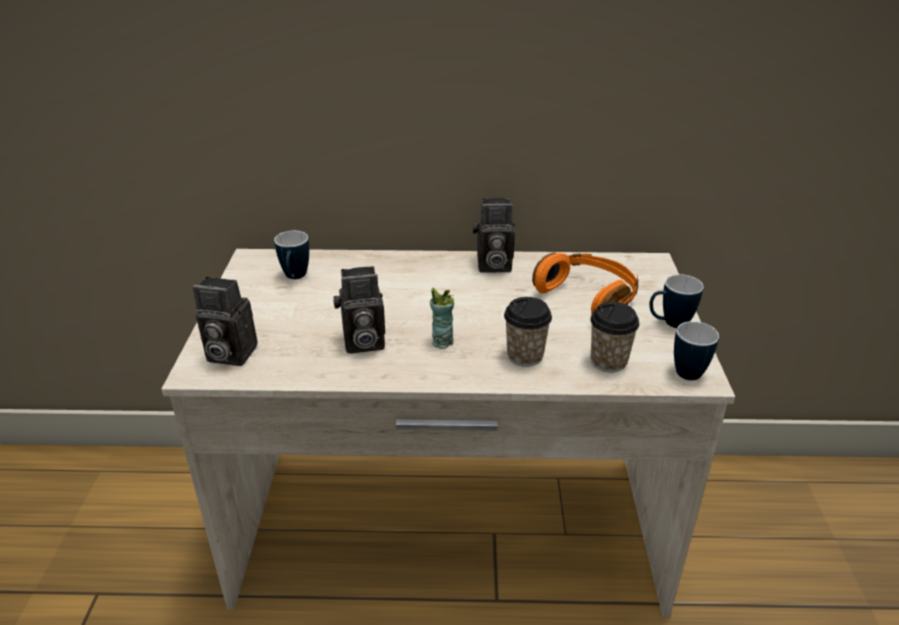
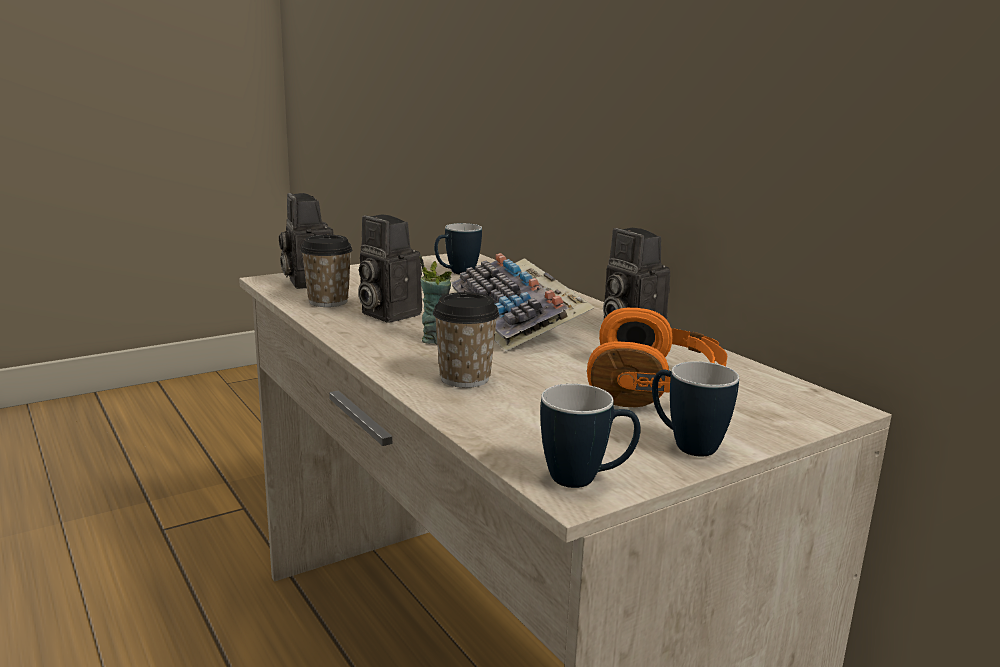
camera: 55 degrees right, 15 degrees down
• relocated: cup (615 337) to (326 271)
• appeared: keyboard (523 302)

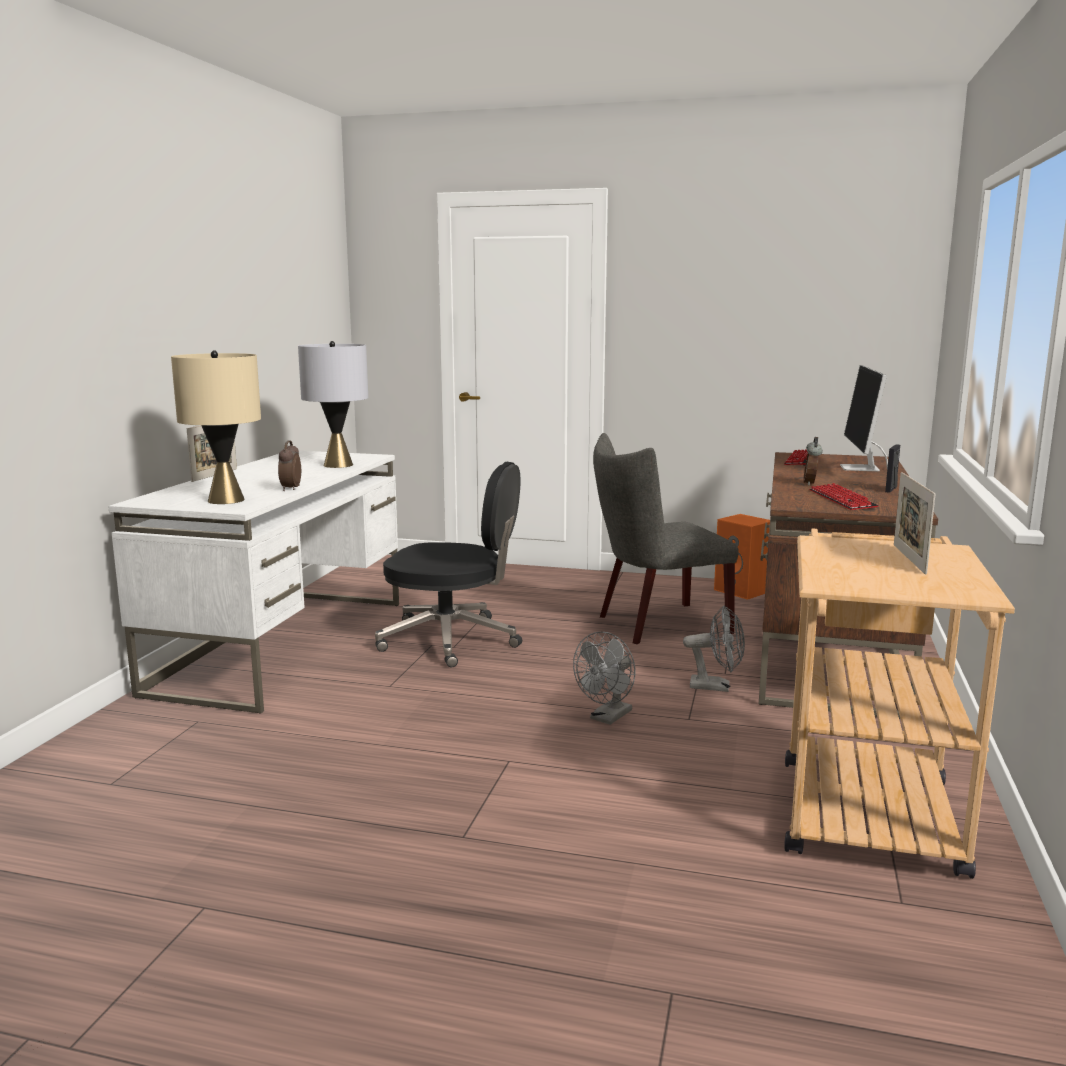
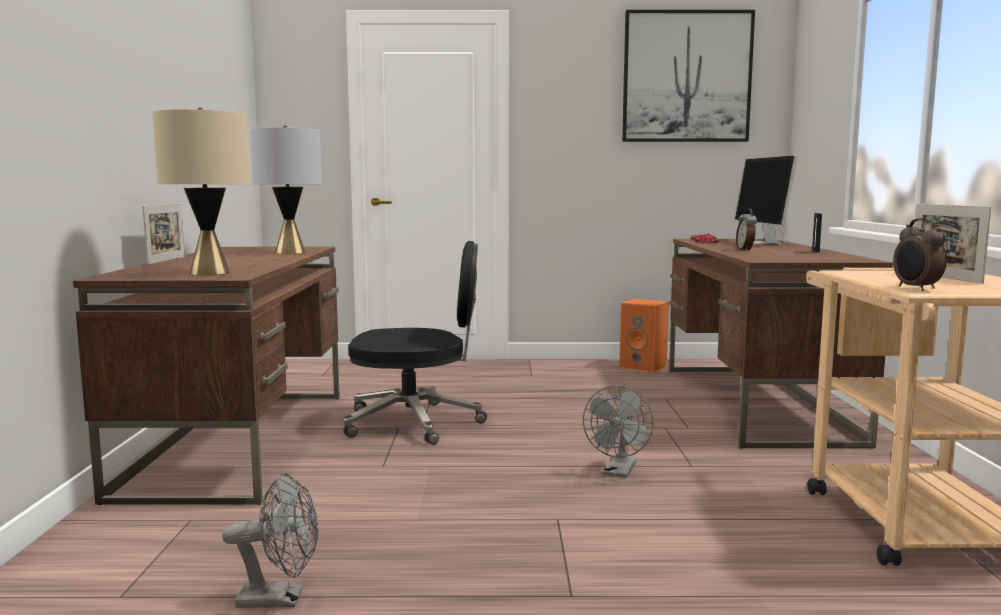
camera: 15 degrees left, 5 degrees down
• colour: white desk (253 582) to brown desk (206 376)
• relocated: alarm clock (289 465) to (920 254)
• missing: grey chair (666 538)
• relocated: grey fan (714 648) to (270 540)
• missing: keyboard (844 496)
• appeared: picture (688 76)

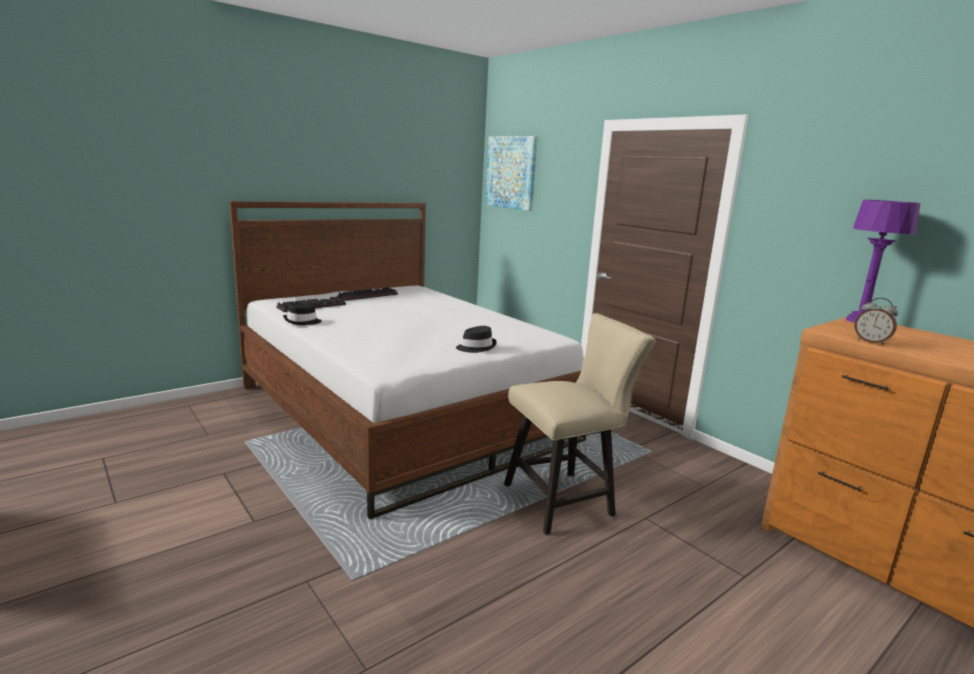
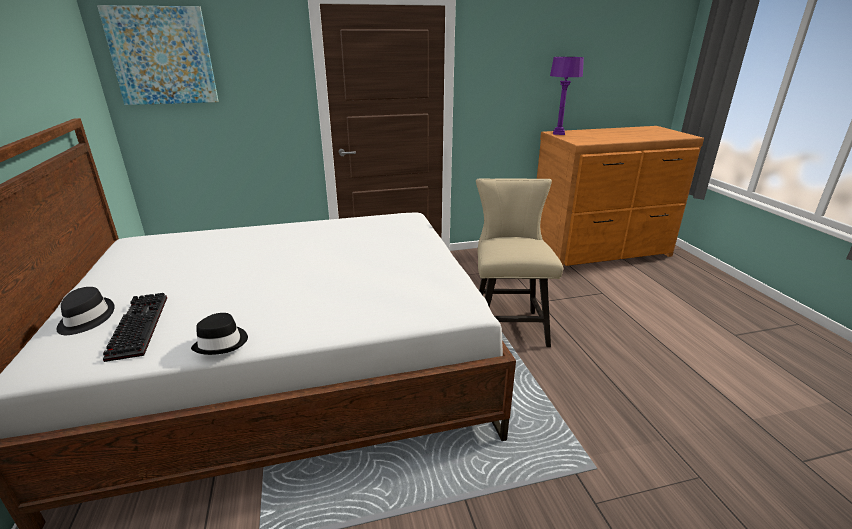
camera: 65 degrees left, 10 degrees up
• missing: keyboard (367 294)
• relocated: black hat (476 339) to (86 311)
• missing: alarm clock (876 321)

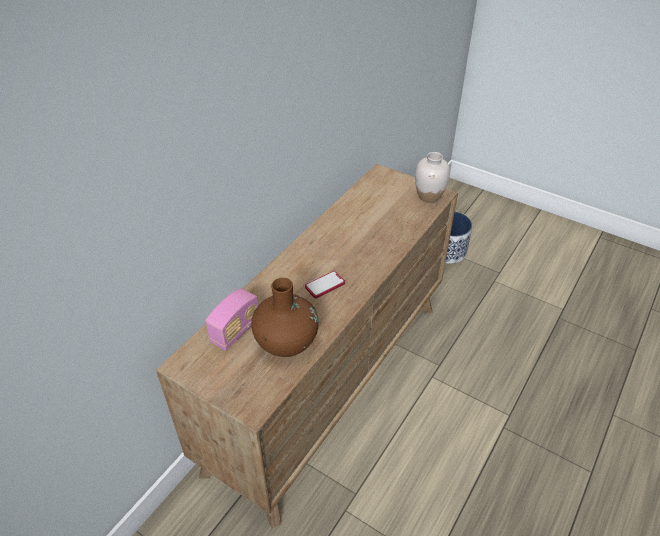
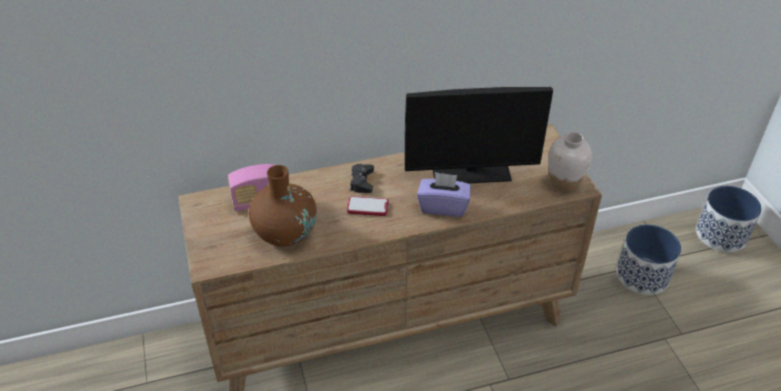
camera: 40 degrees right, 0 degrees up
• appeared: black game controller (362 178)
• appeared: monitor (479 135)
• appeared: purple tissue box (444 194)
• appeared: planter (729 219)

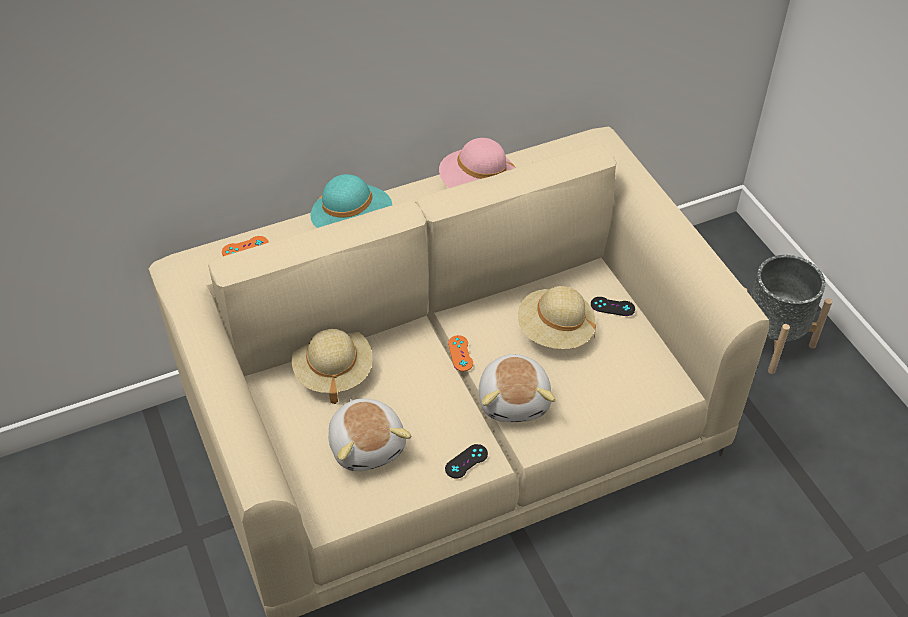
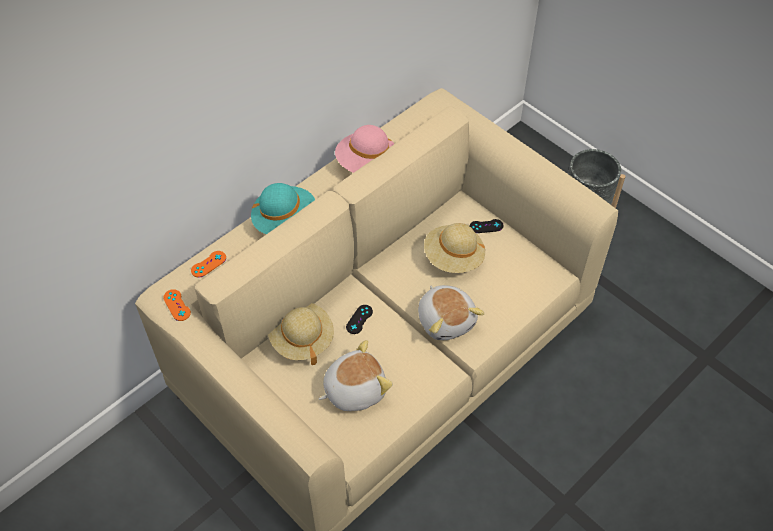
camera: 20 degrees left, 5 degrees up
• spun: plush toy (369 435) = (356 375) 75 degrees counterclockwise
• relocated: black game controller (466 461) to (359 319)
• relocated: orange game controller (460 353) to (177 305)

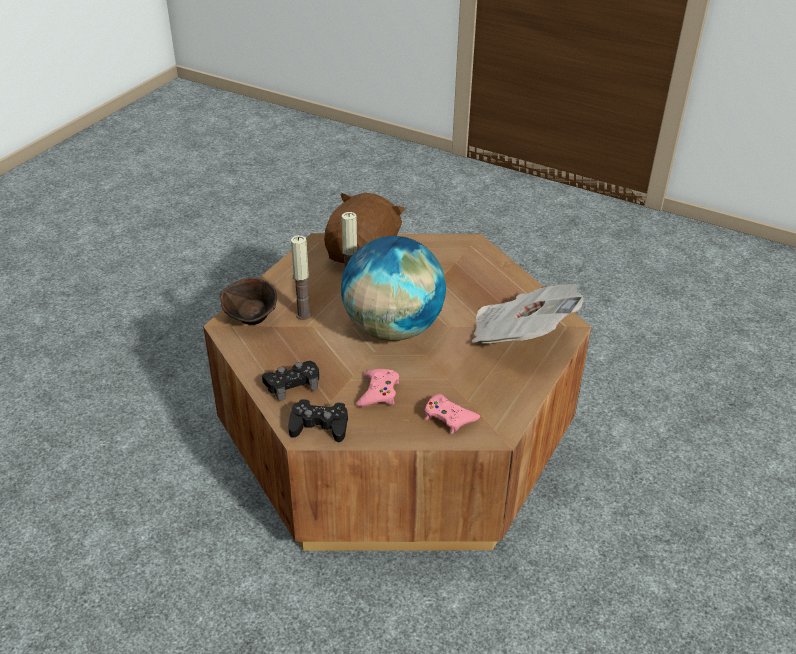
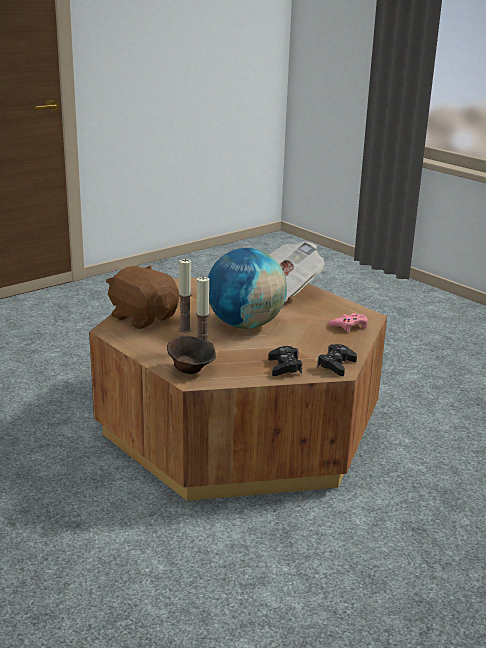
camera: 70 degrees left, 15 degrees down
• missing: pink game controller (377 388)

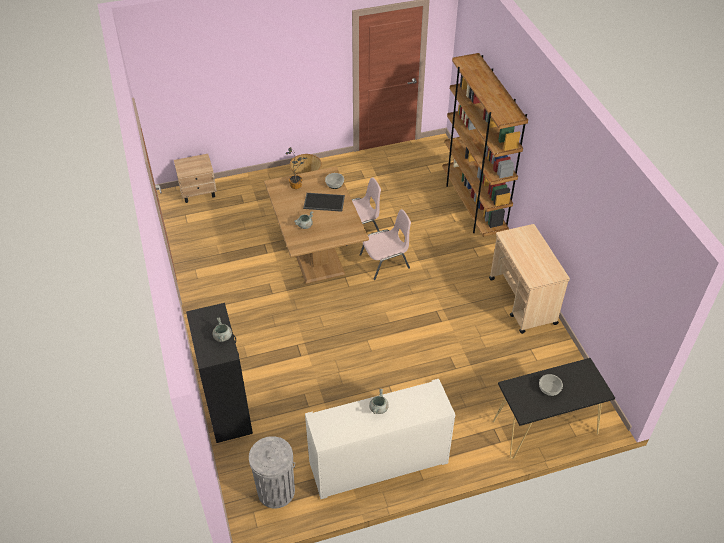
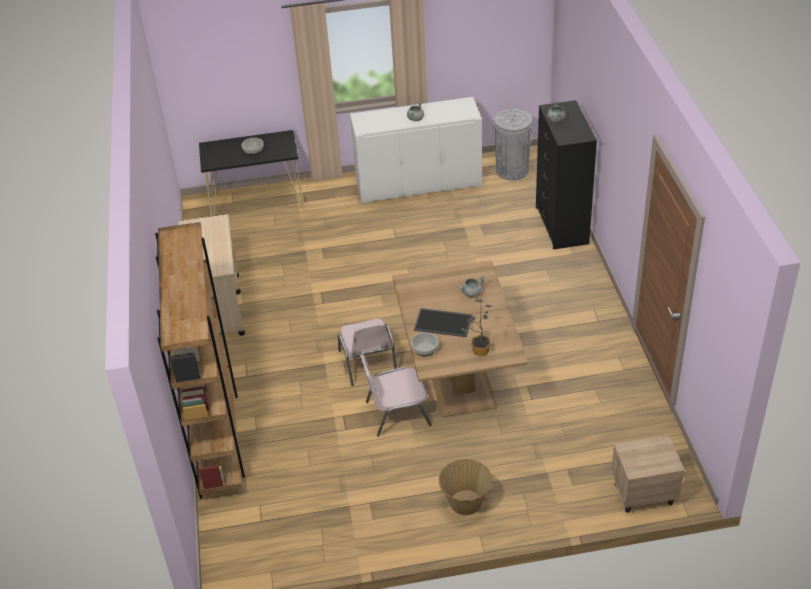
camera: 170 degrees left, 5 degrees down
• spun: pink chair (385 244) = (367 352) 90 degrees counterclockwise

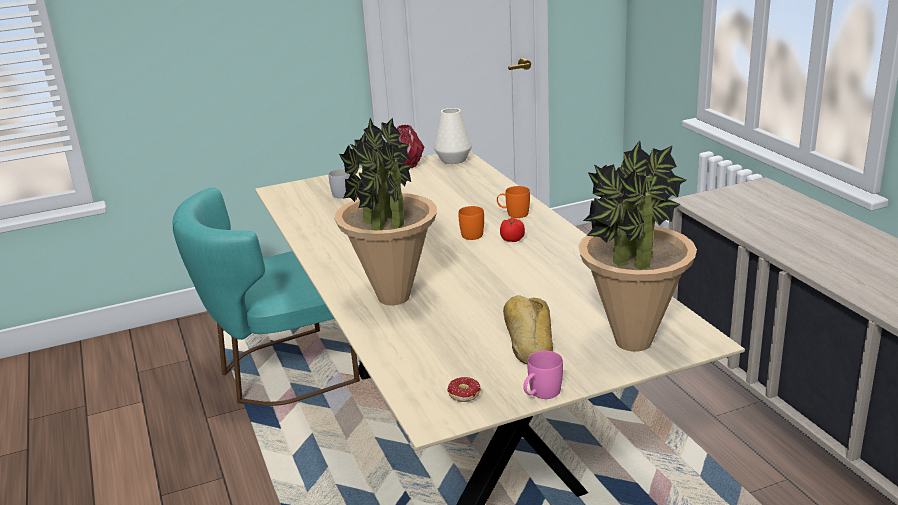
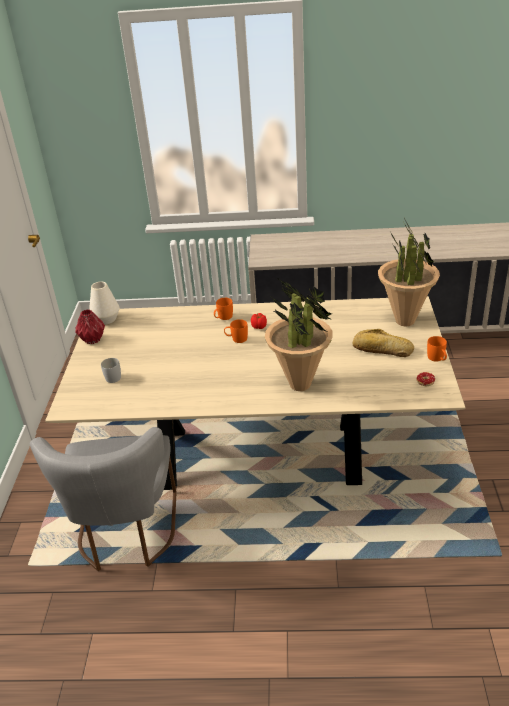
camera: 65 degrees left, 10 degrees up
• colour: turquoise chair (266 297) to grey chair (103 499)
• colour: pink mug (543 375) to orange mug (437 349)

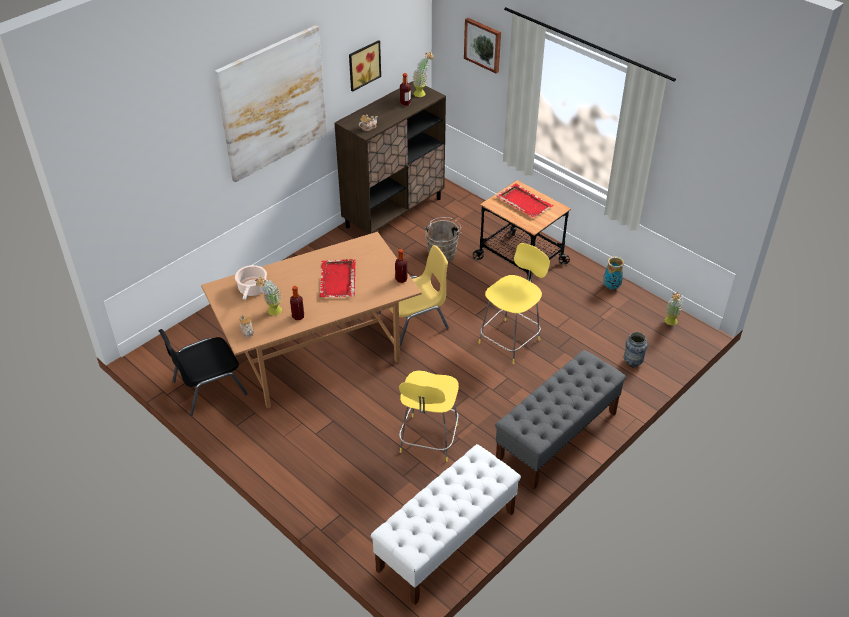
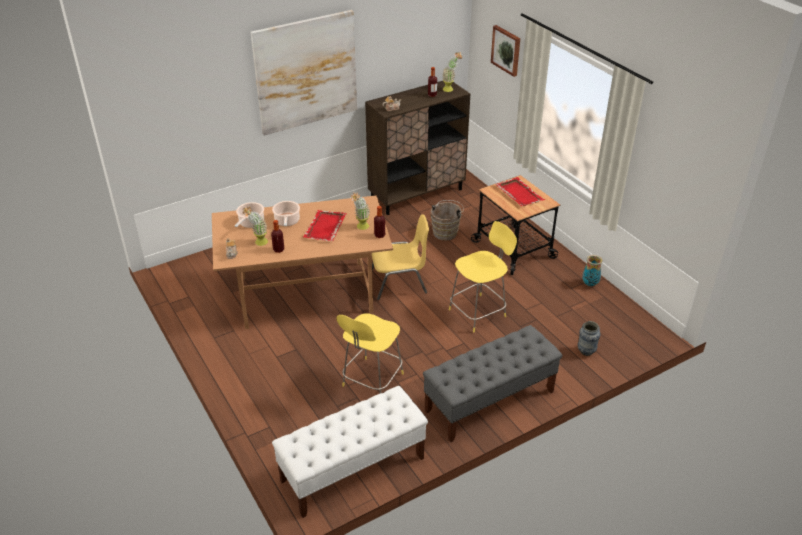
camera: 15 degrees right, 5 degrees down
• missing: black chair (203 372)
• missing: picture (365 65)
• relocated: potted plant (674 308) to (360 211)
• appeared: cooking pot (286 213)

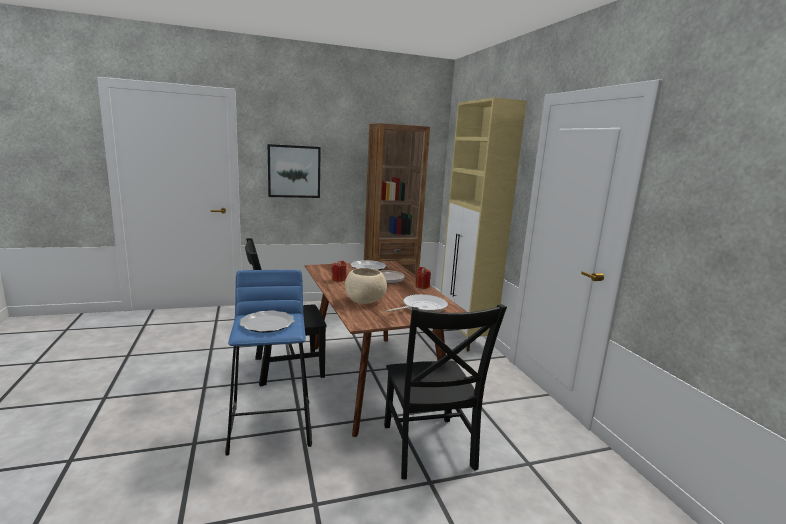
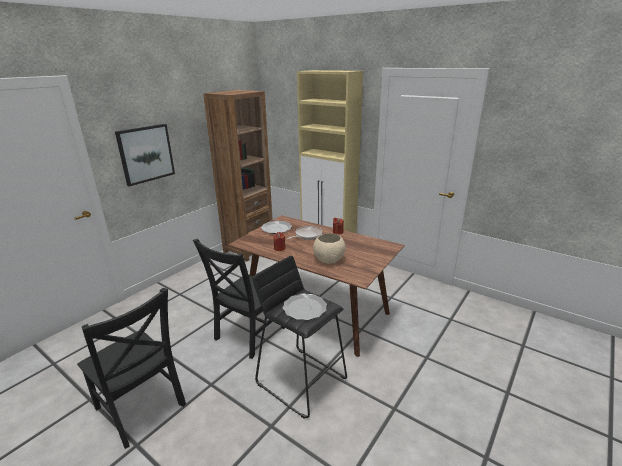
camera: 35 degrees left, 10 degrees up
• colour: blue stool (268 363) to black stool (300 337)
• relocated: black chair (445 392) to (131 368)
• missing: frying pan (416 303)

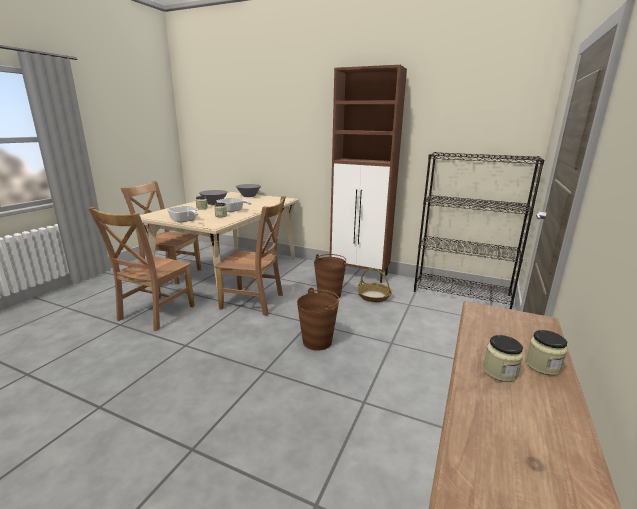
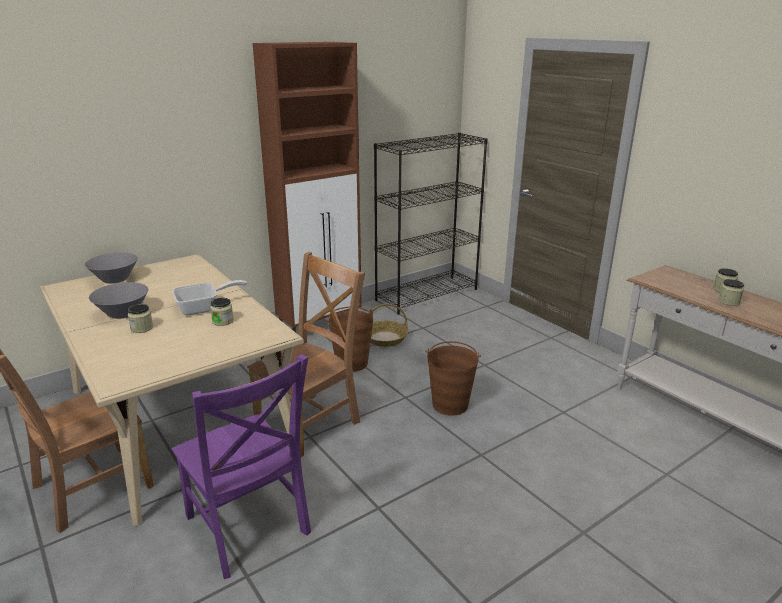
camera: 60 degrees left, 5 degrees up
• colour: brown chair (141 269) to purple chair (241 466)
• missing: frying pan (183 214)

